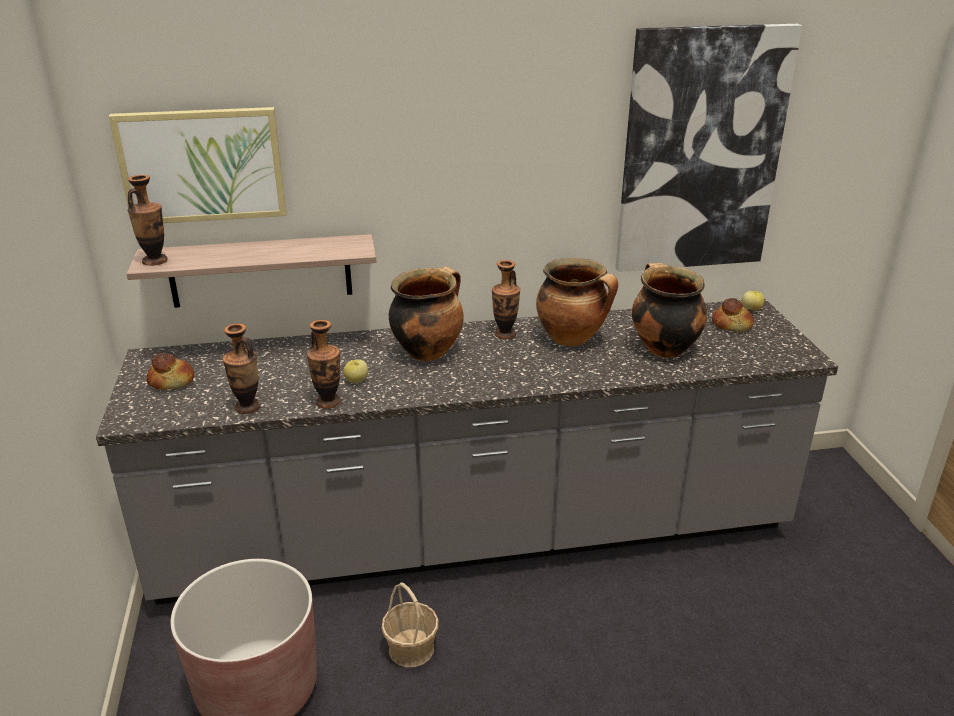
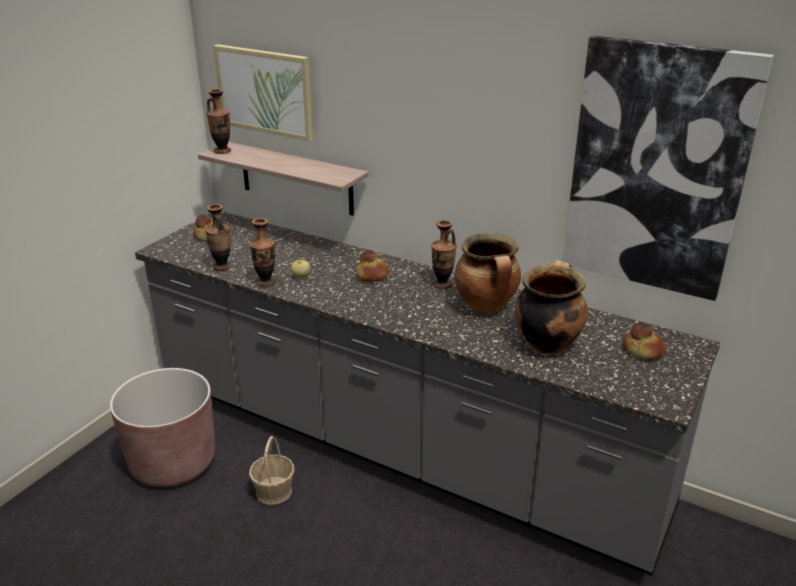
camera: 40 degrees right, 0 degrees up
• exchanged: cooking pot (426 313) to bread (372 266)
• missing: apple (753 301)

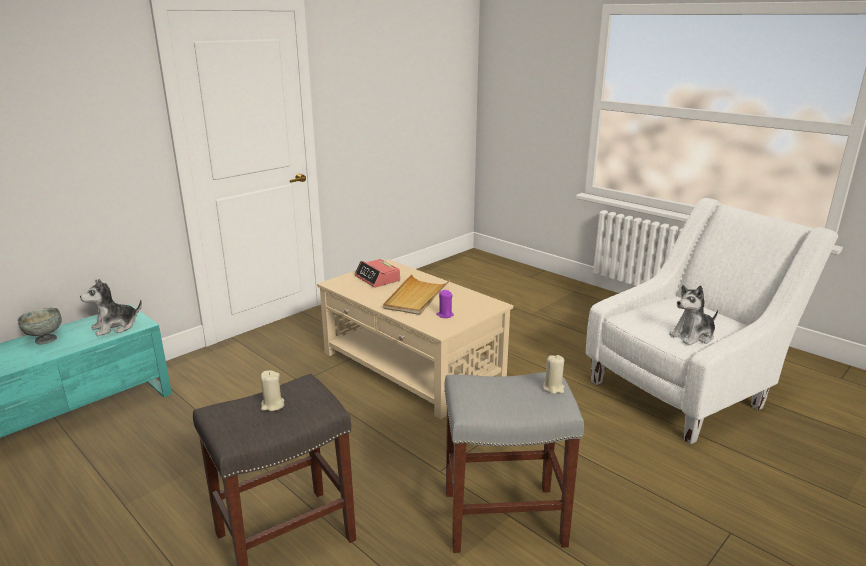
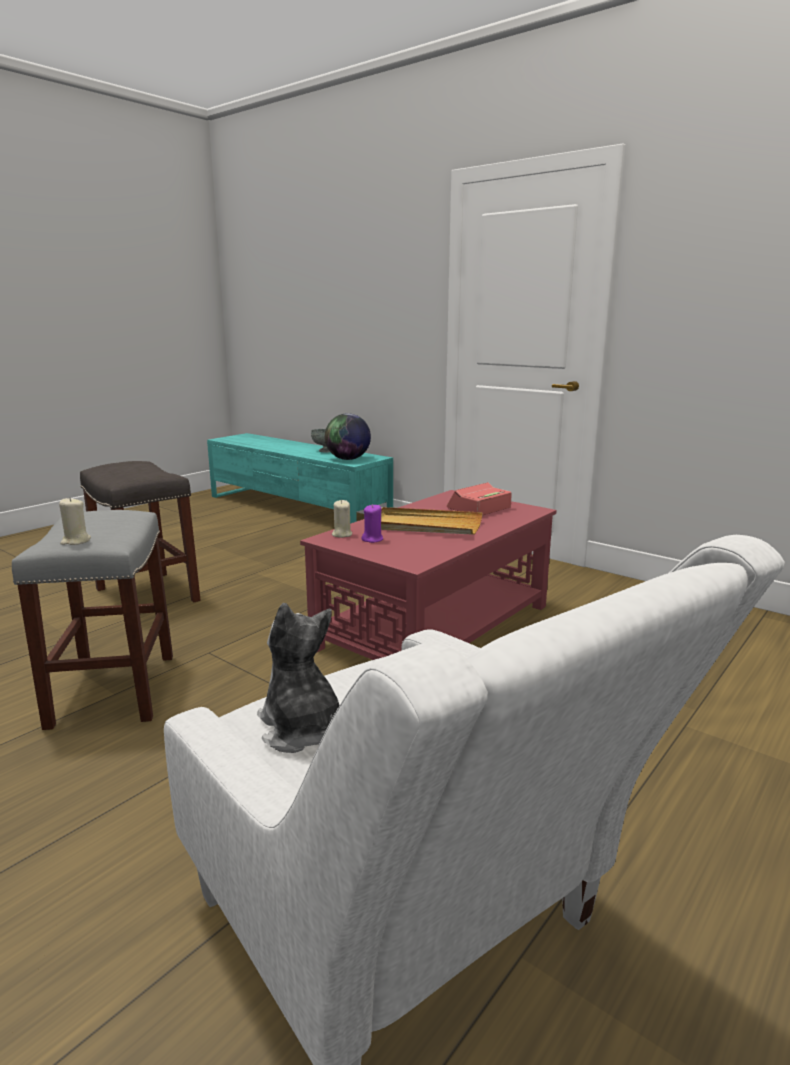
camera: 85 degrees right, 5 degrees down
• exchanged: plush toy (111 307) to globe (348 436)
• relocated: beige candle (272 390) to (342 519)
• colour: beige coffee table (415 339) to red coffee table (428 575)

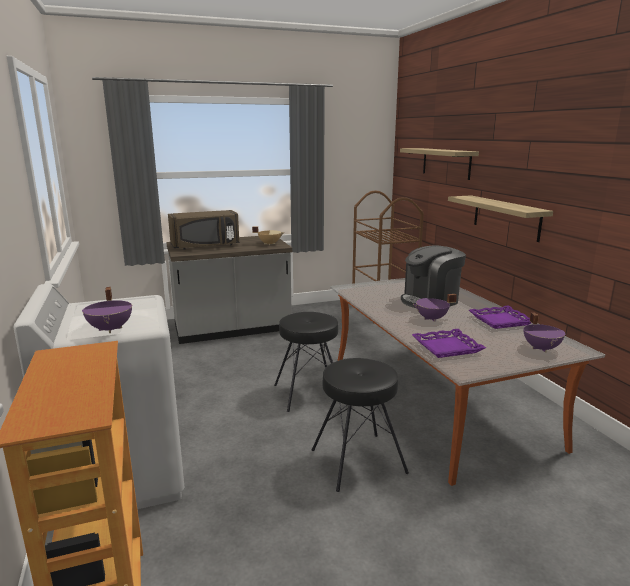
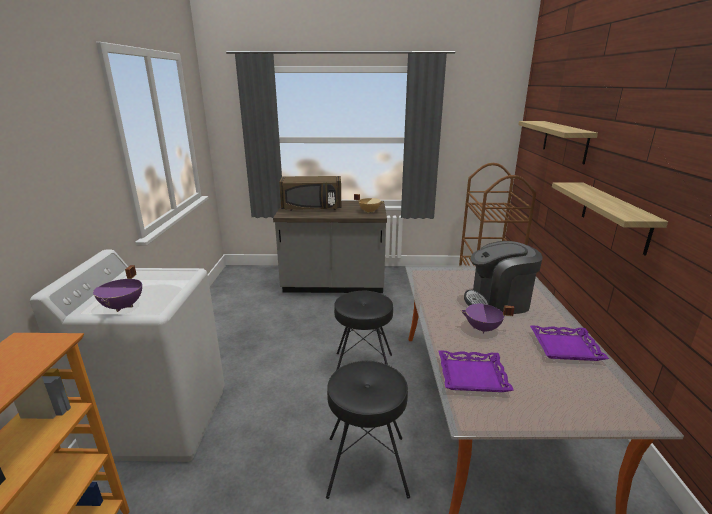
camera: 20 degrees right, 5 degrees up
• missing: purple cooking pot (544 332)

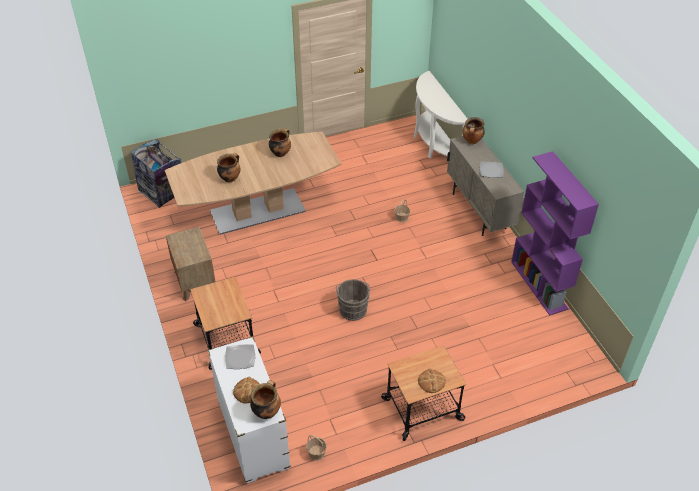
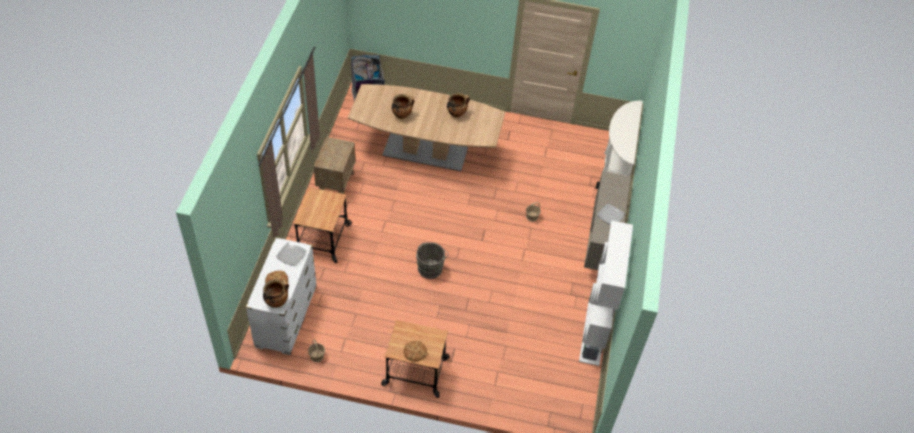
camera: 30 degrees right, 5 degrees up
• missing: cooking pot (473 130)
• colour: purple bookcase (555 233) to white bookcase (606 293)

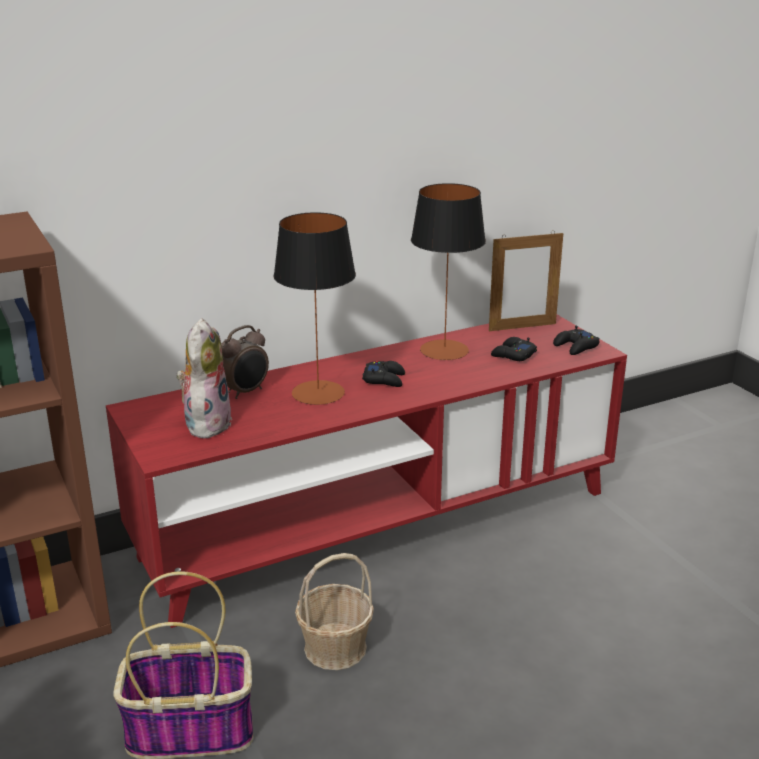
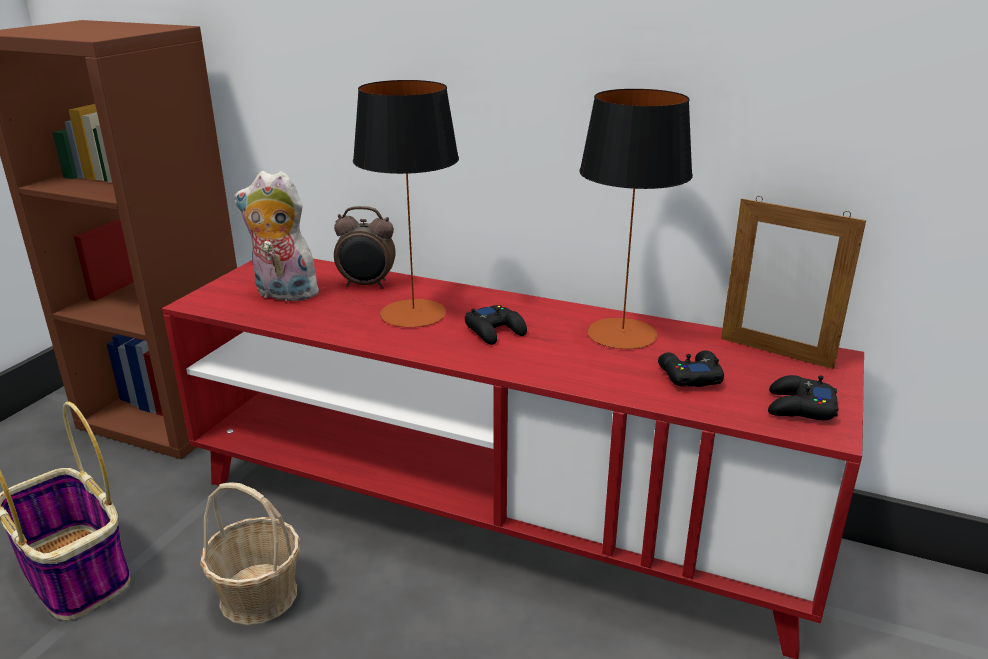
camera: 50 degrees right, 0 degrees up
• spun: plush toy (204 378) = (278 236) 135 degrees counterclockwise

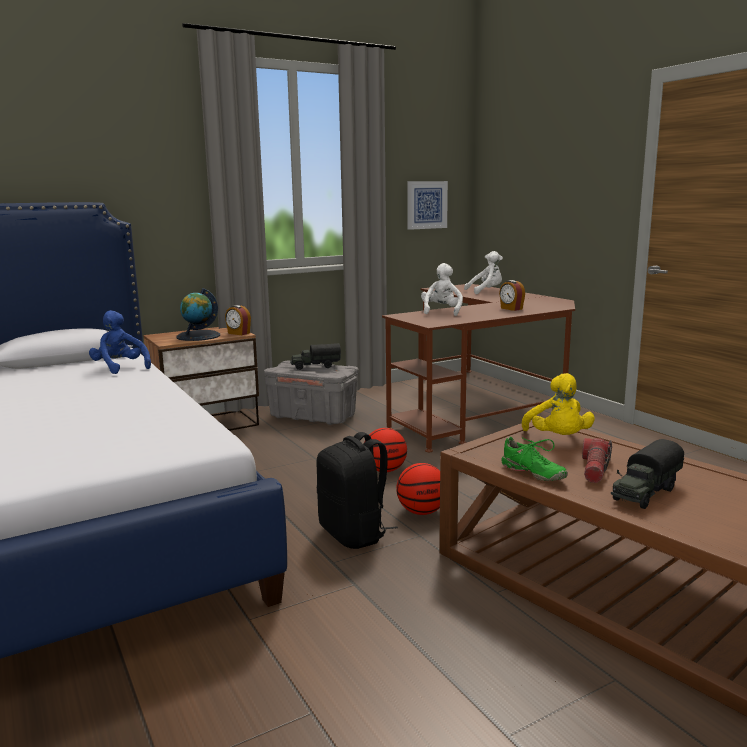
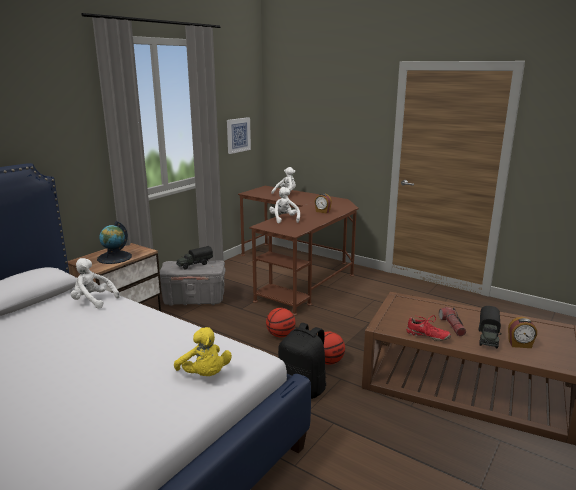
camera: 25 degrees left, 5 degrees up
• colour: blue plush toy (120 342) to white plush toy (95 283)
• relocated: alarm clock (238 320) to (522 332)
• colour: green shoe (535 459) to red shoe (428 328)
• relocated: yellow plush toy (558 404) to (203 351)

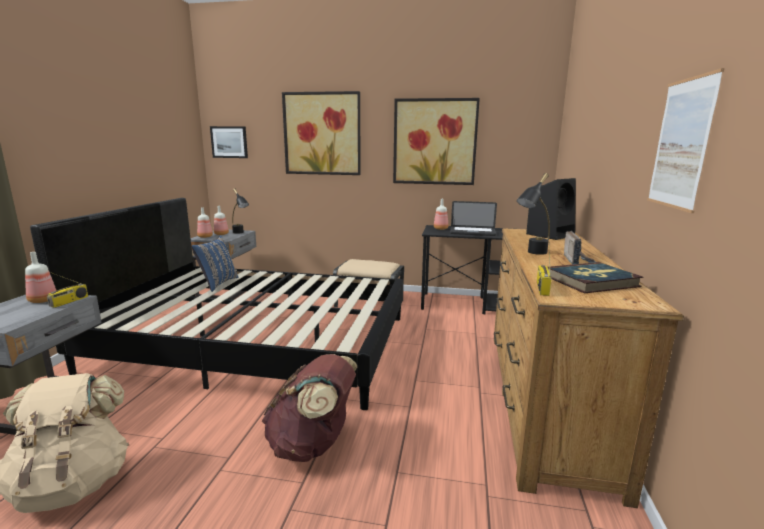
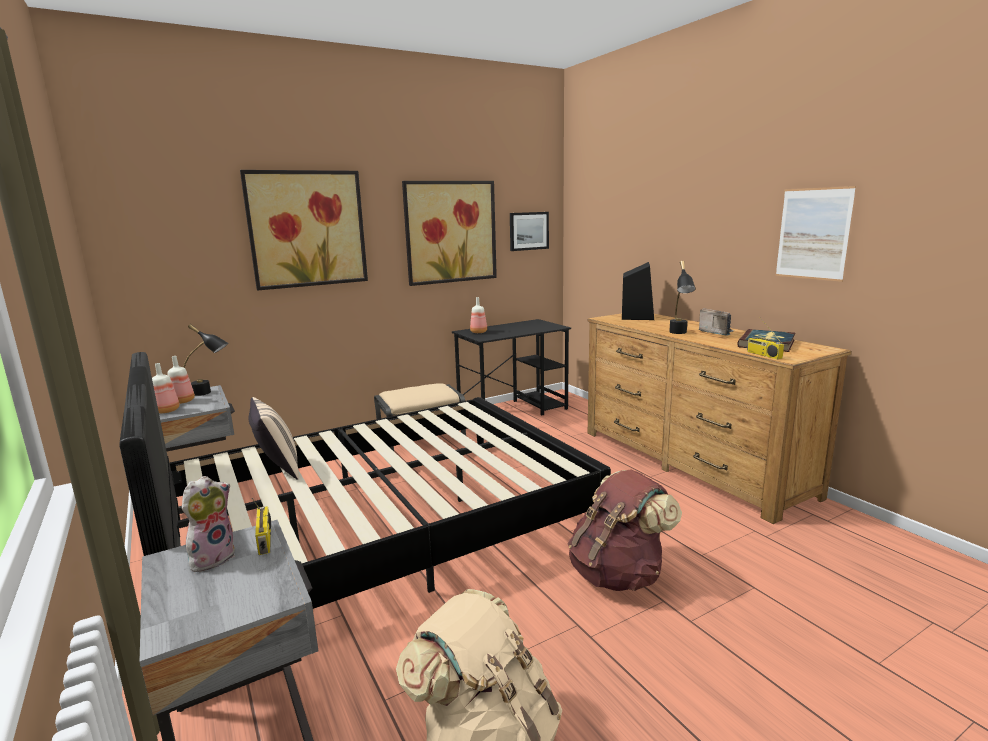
camera: 40 degrees left, 0 degrees up
• exchanged: bottle (41 277) to plush toy (208 524)
• colour: blue pillow (214 264) to beige pillow (273 438)
• relocated: picture (229 142) to (529 231)
• missing: laptop (473 218)

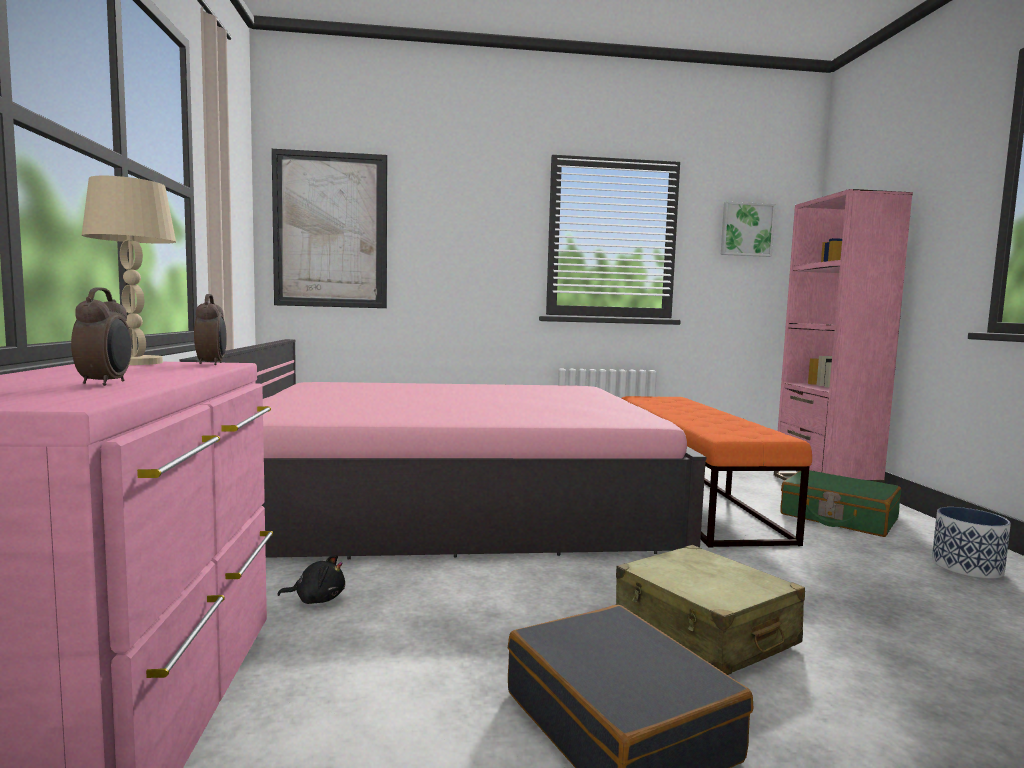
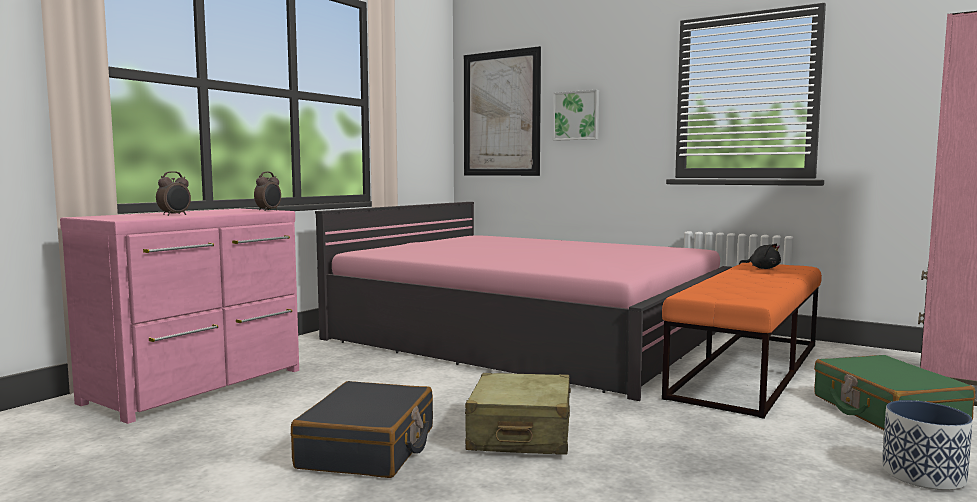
camera: 40 degrees right, 0 degrees up
• missing: beige table lamp (129 270)
• relocated: black plush toy (311 579) to (760 256)
• relocated: picture (748 229) to (576 115)

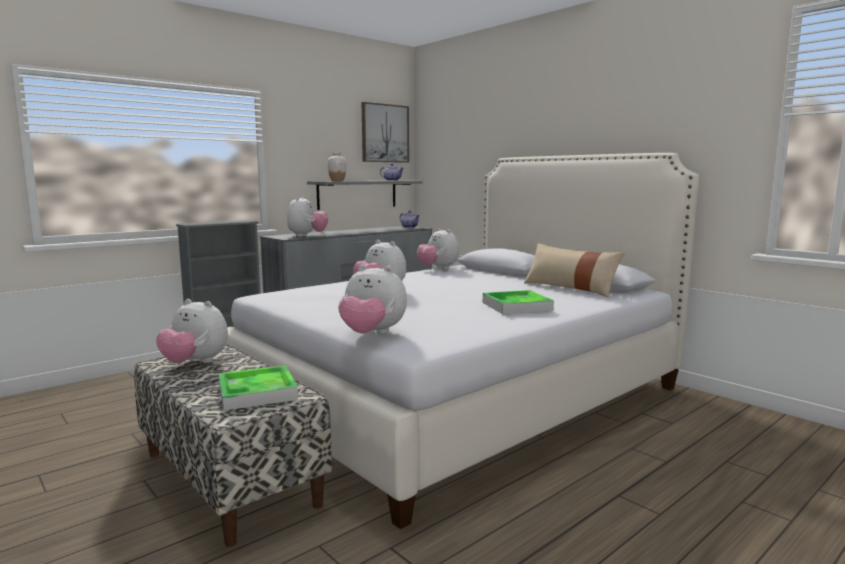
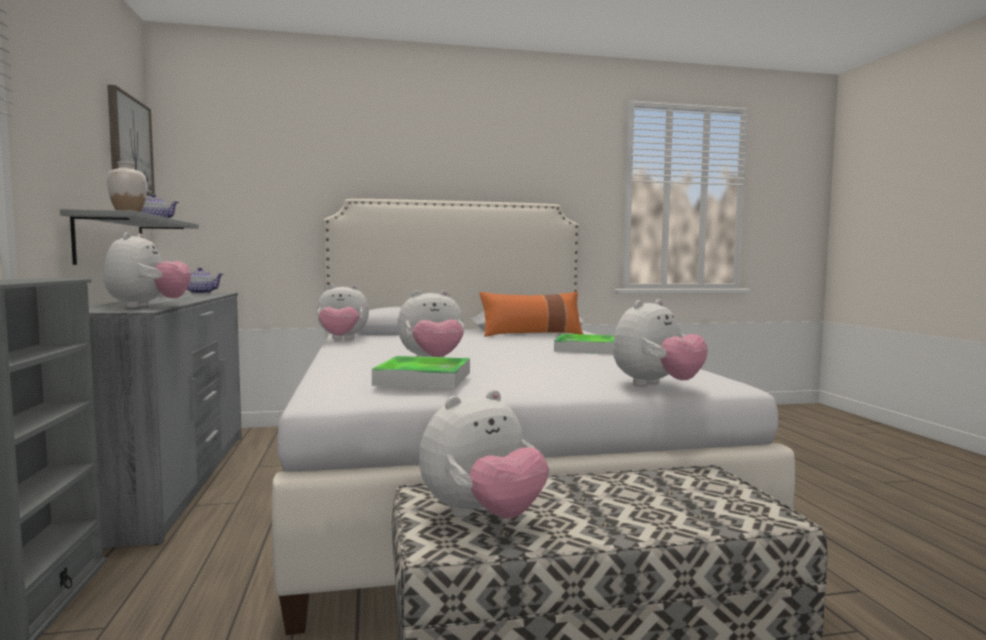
camera: 60 degrees left, 5 degrees down
• relocated: tray (258 388) to (421 372)
• spun: plush toy (307 216) = (147 270) 45 degrees clockwise
• colour: beige pillow (574 270) to orange pillow (531 314)

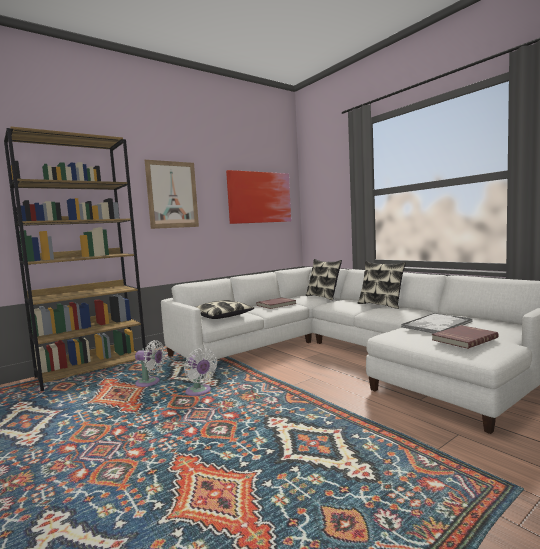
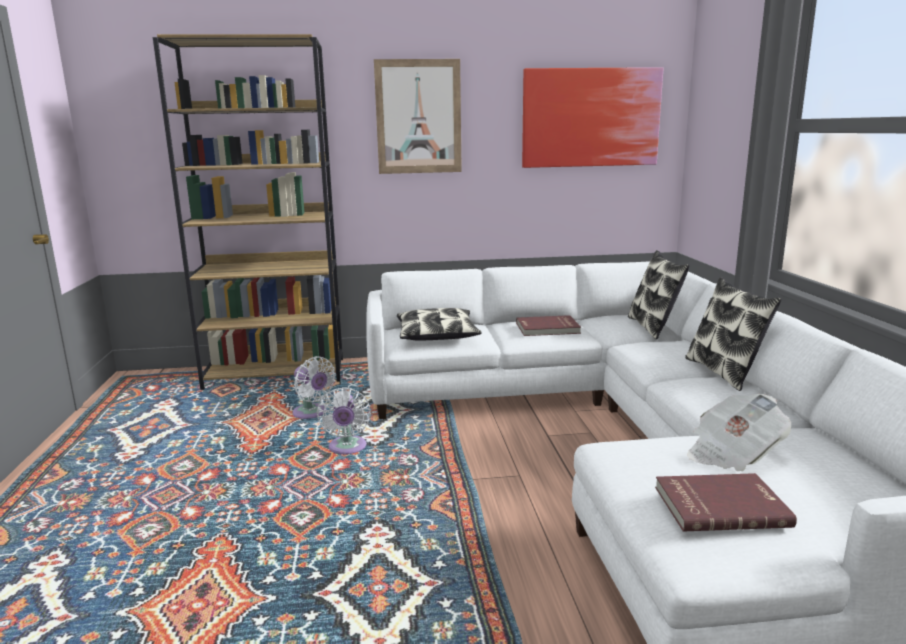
camera: 30 degrees right, 10 degrees up
• exchanged: tray (437 323) to newspaper (739 432)

